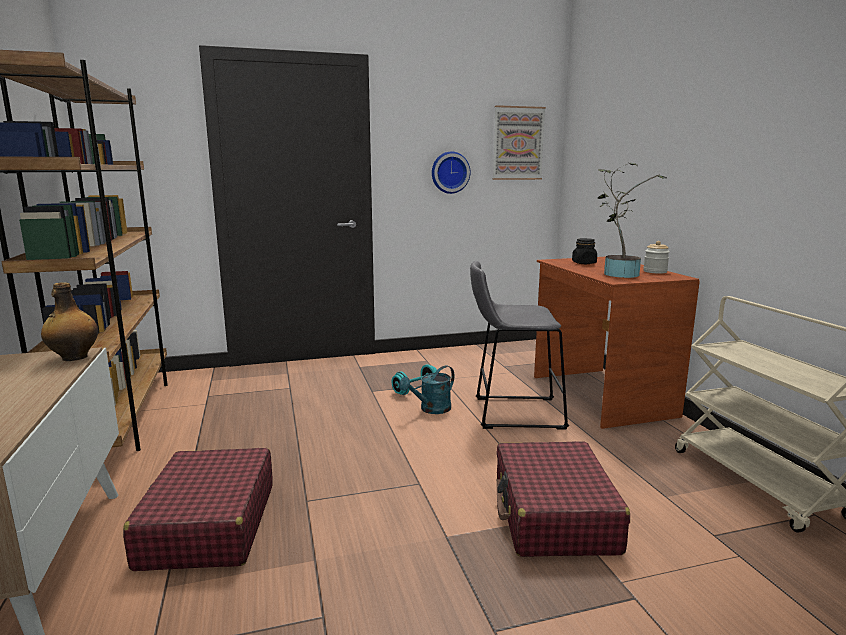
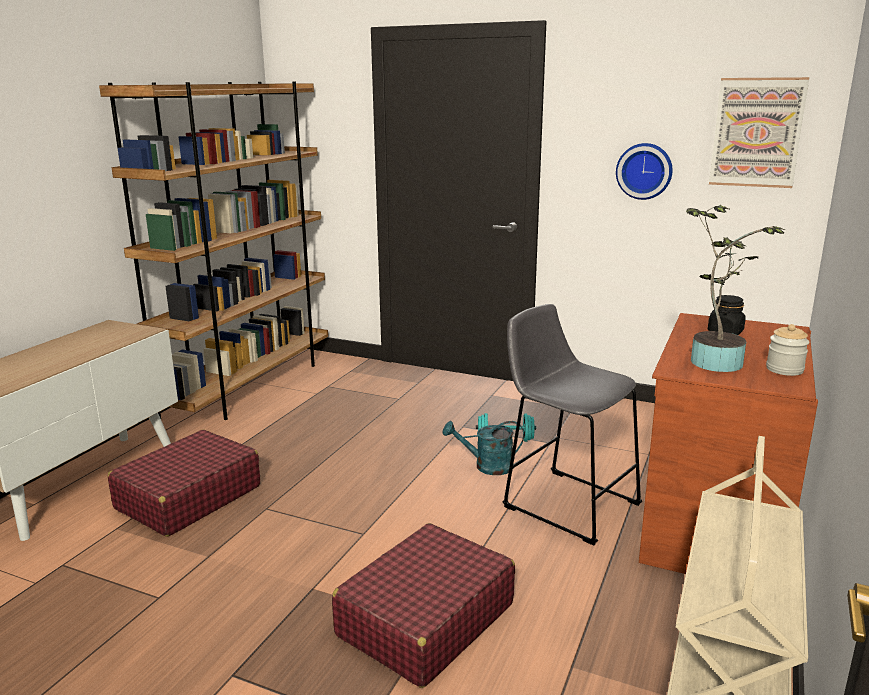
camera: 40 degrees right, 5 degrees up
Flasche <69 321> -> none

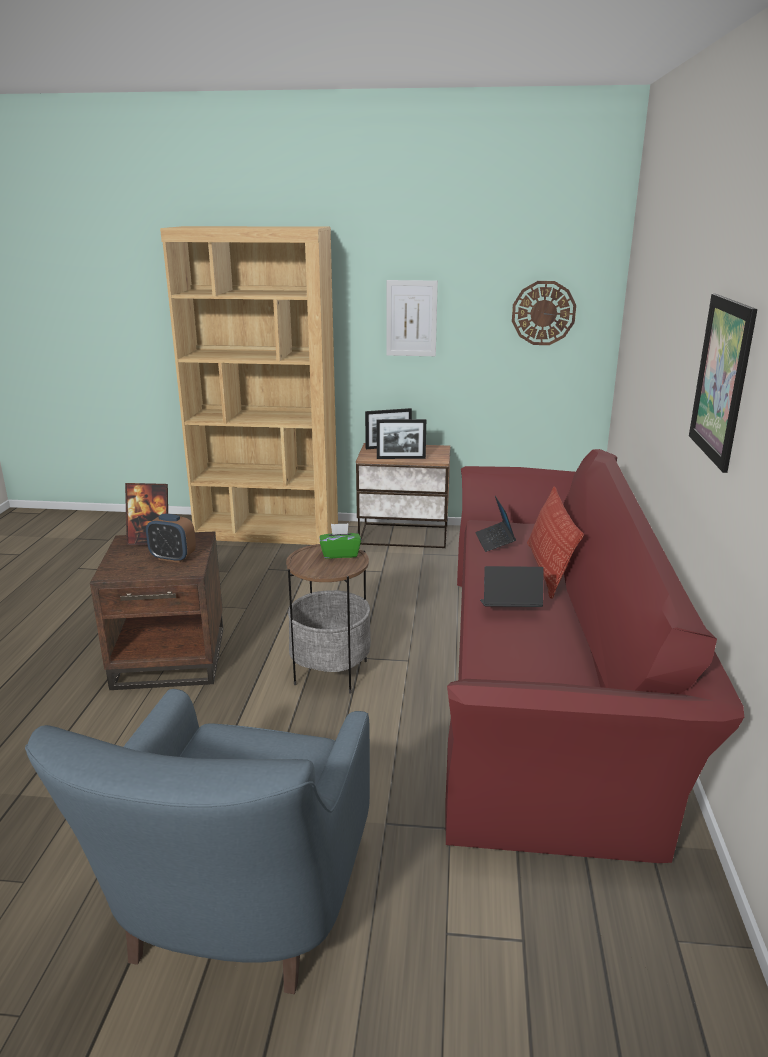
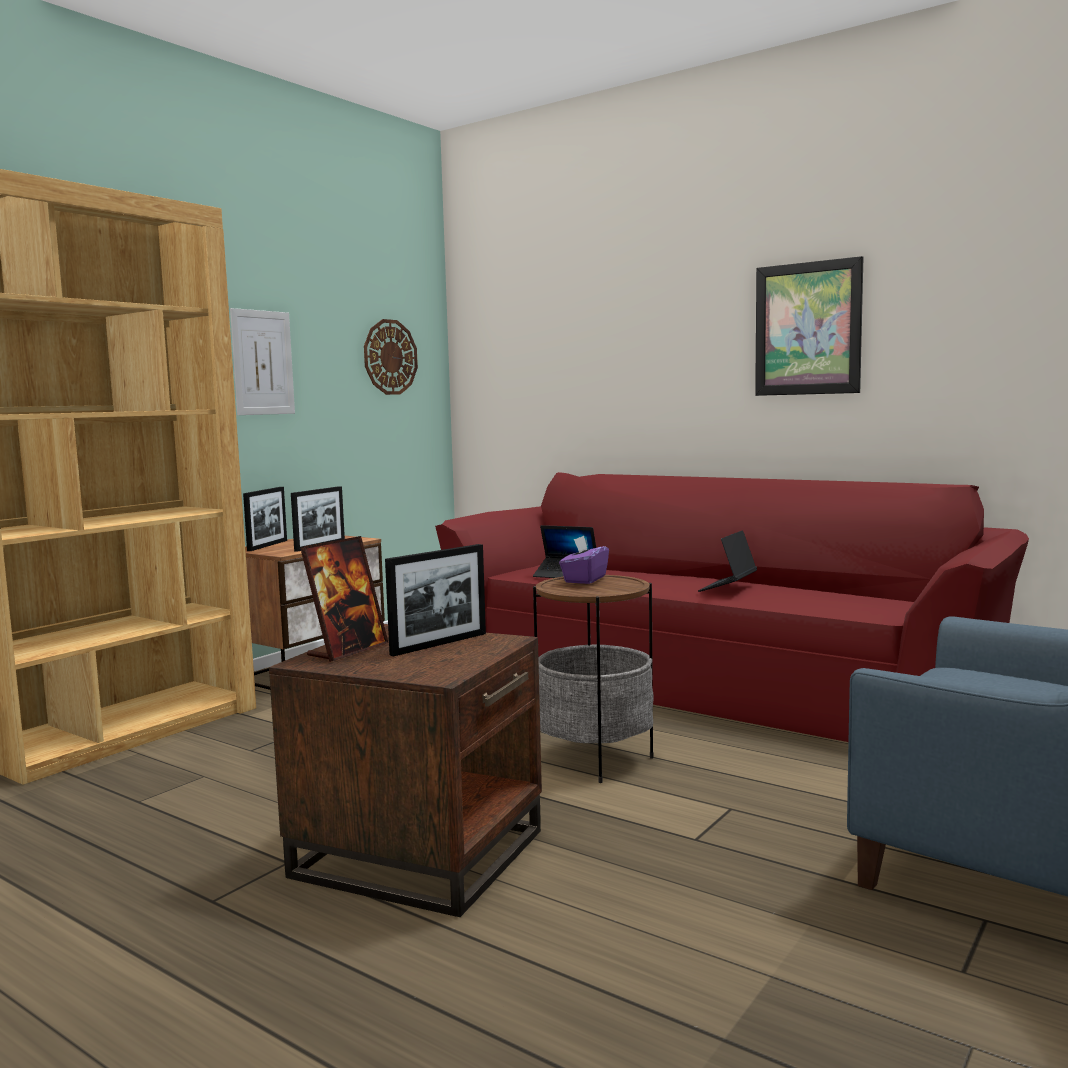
camera: 60 degrees left, 15 degrees down
Wecker <171 538> -> Bilderrahmen <435 600>
Taschentuchbox [grün] <340 541> -> Taschentuchbox [lila] <584 560>
Kissen <555 542> -> none

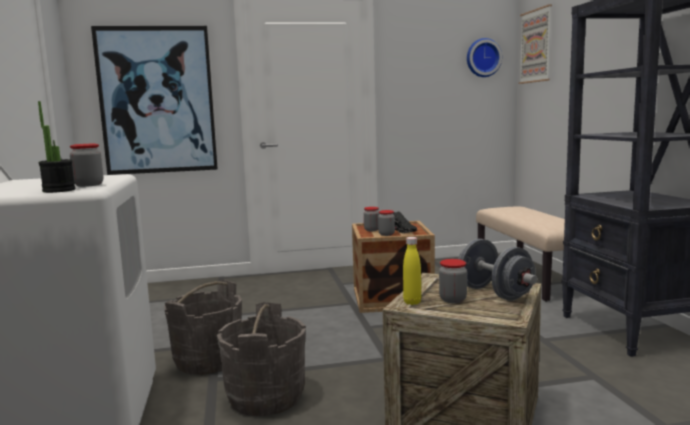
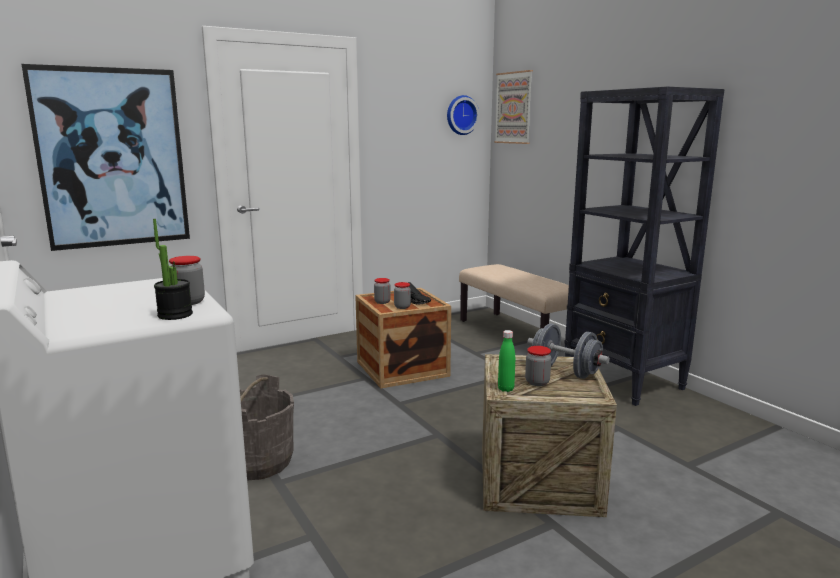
camera: 20 degrees left, 5 degrees up
Flasche [gelb] <412 271> -> Flasche [grün] <506 361>
Eimer [grau] <261 359> -> none

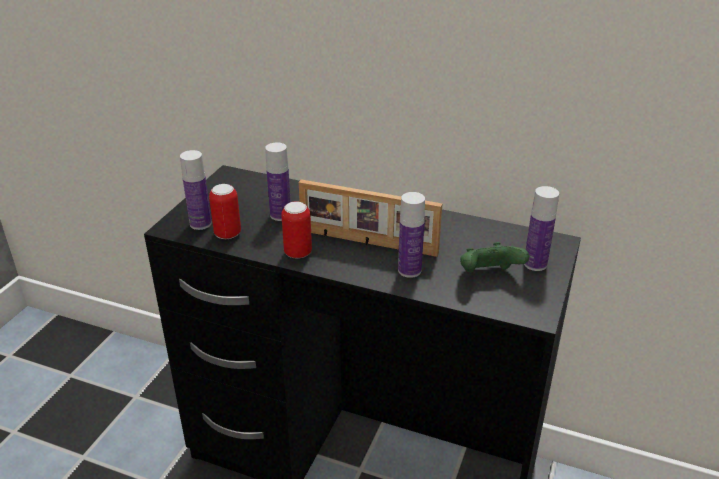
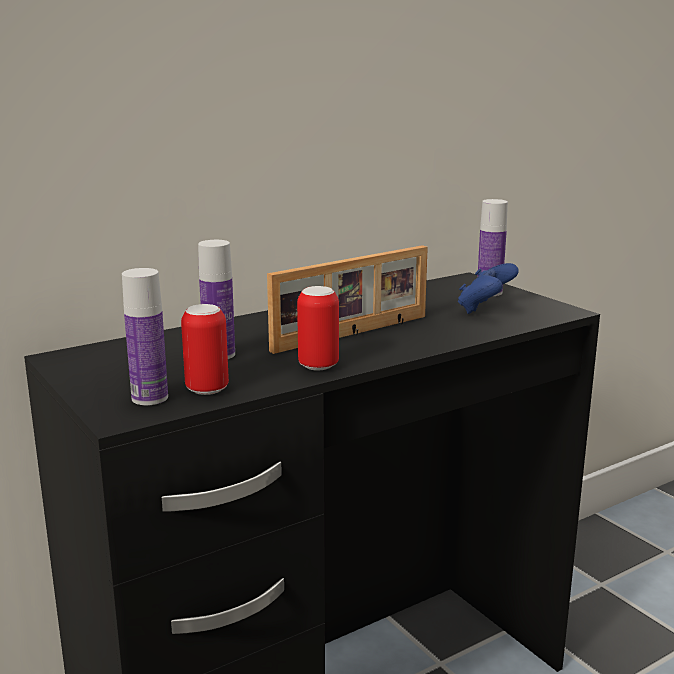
camera: 55 degrees left, 15 degrees down
Gamepad [grün] <494 257> -> Gamepad [blau] <488 288>
Flasche <411 235> -> none

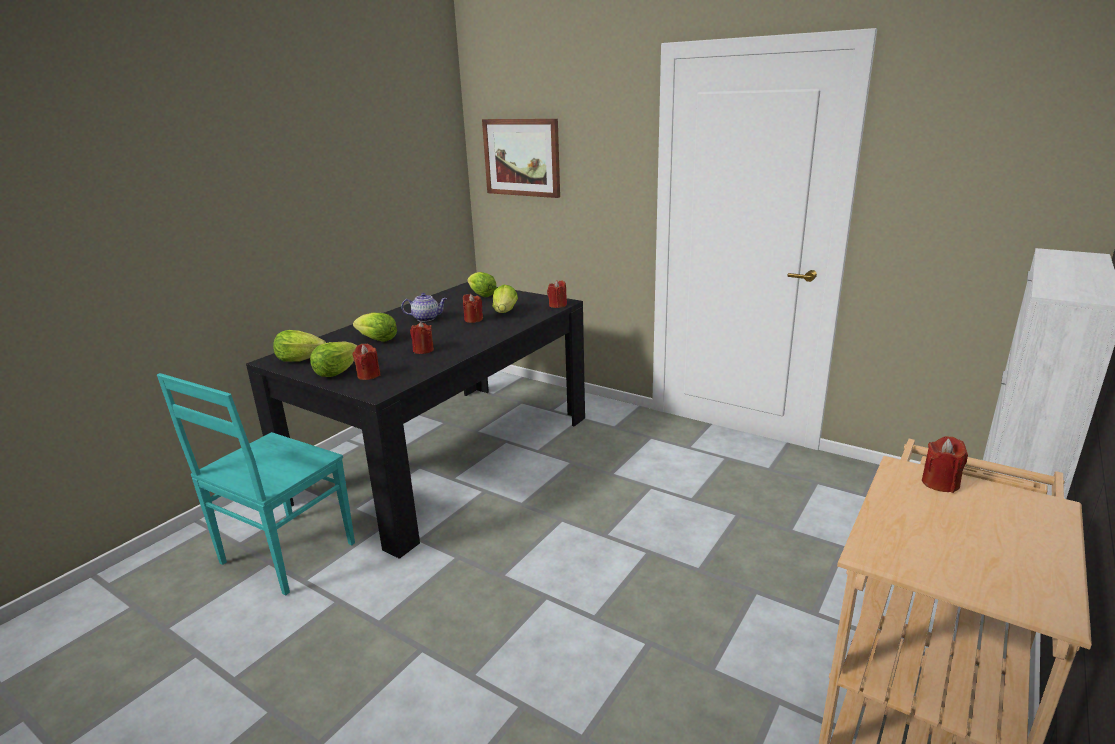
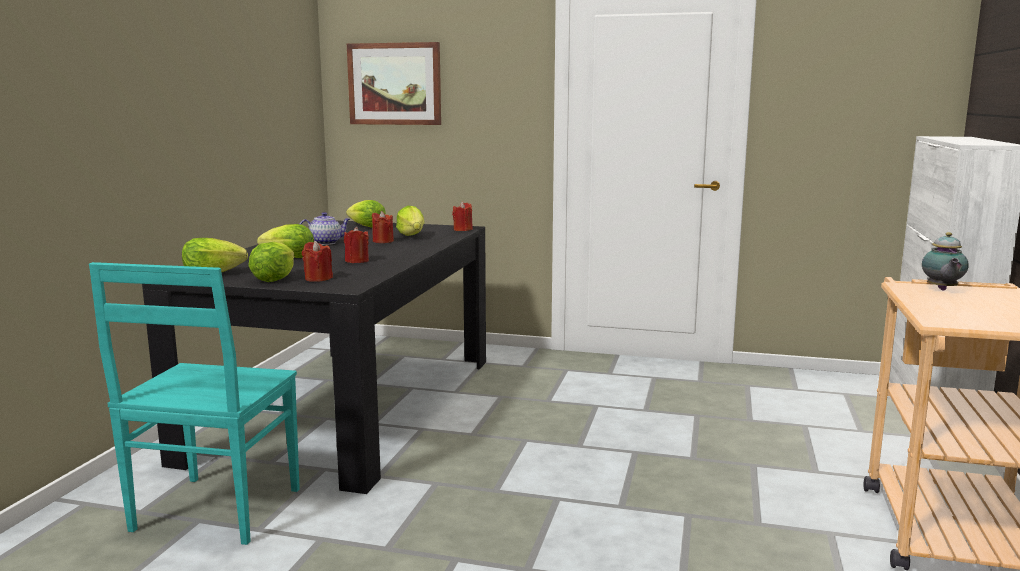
camera: 20 degrees left, 10 degrees down
Kerze [rot] <945 464> -> Teekanne <945 261>

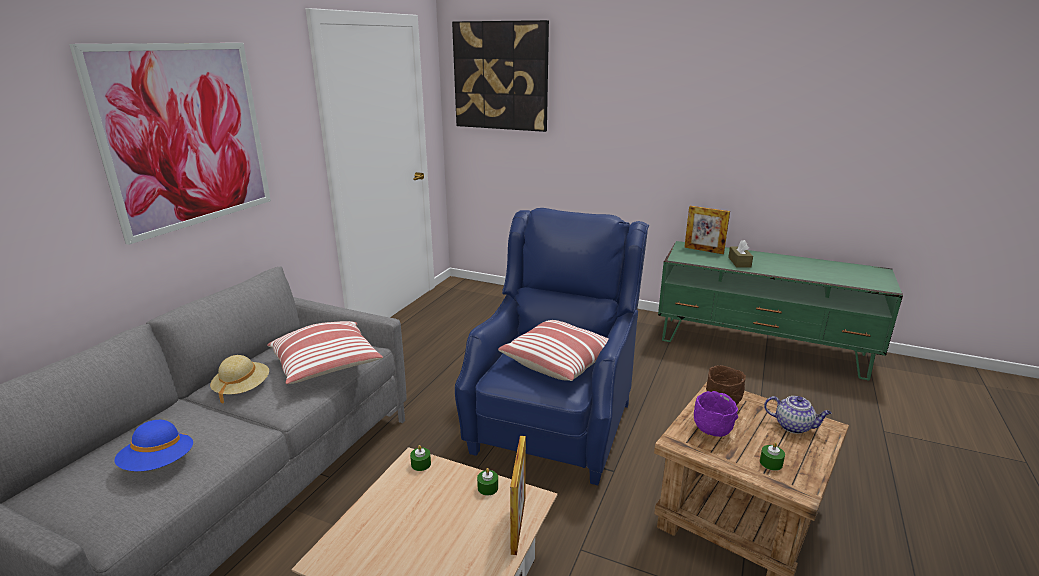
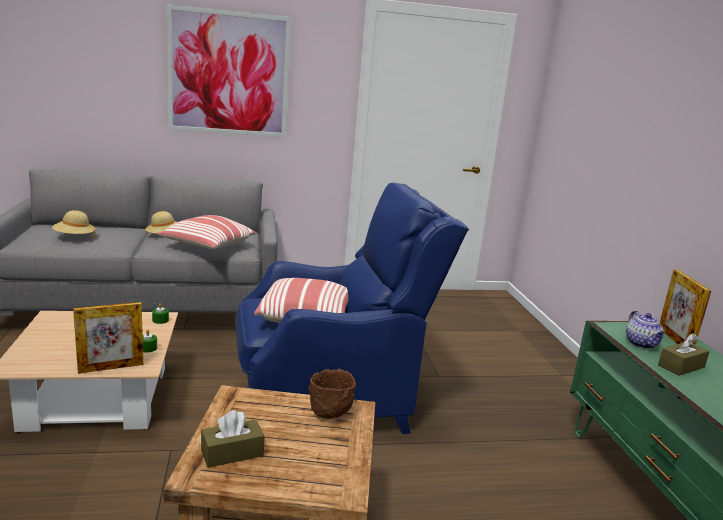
camera: 55 degrees right, 5 degrees down
Hut [blau] <153 445> -> Hut [beige] <74 224>
Kerze [grün] <772 456> -> Taschentuchbox [braun] <232 439>
Teekanne <797 415> -> Teekanne <645 330>, relocated
Bild <500 76> -> none
Schüssel [lila] <716 414> -> none

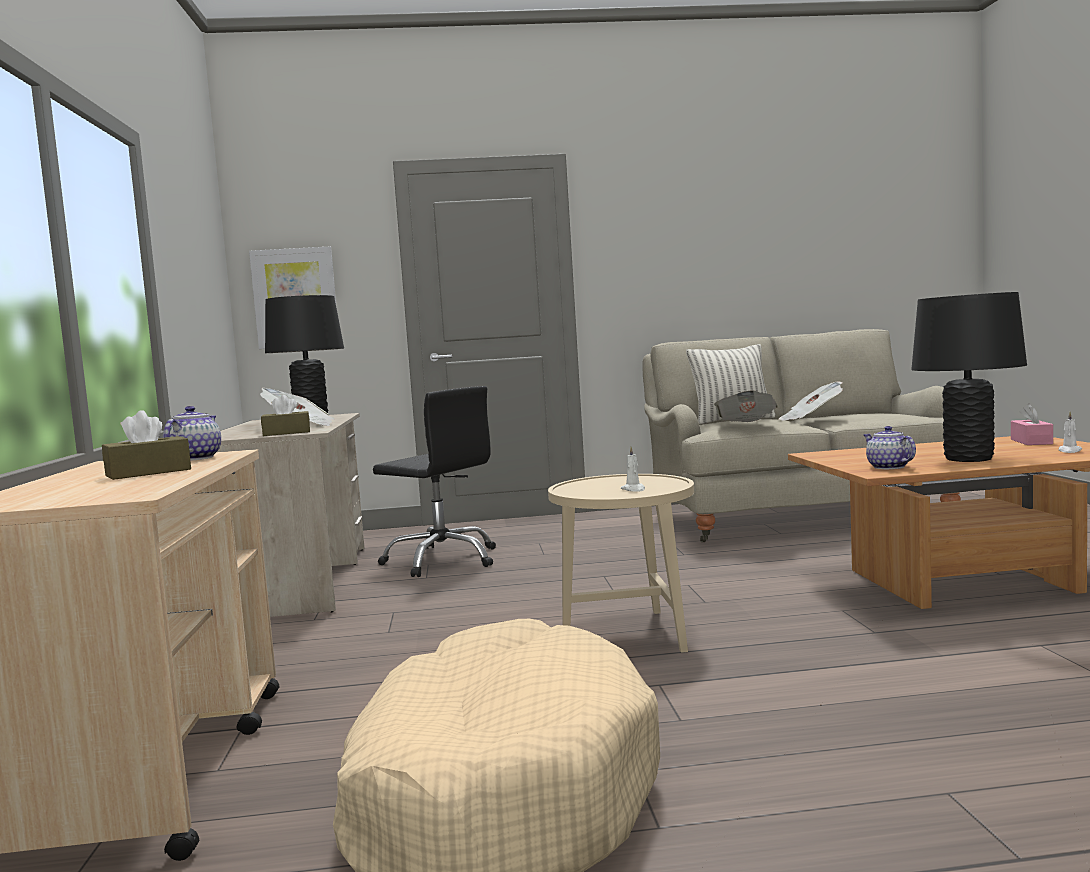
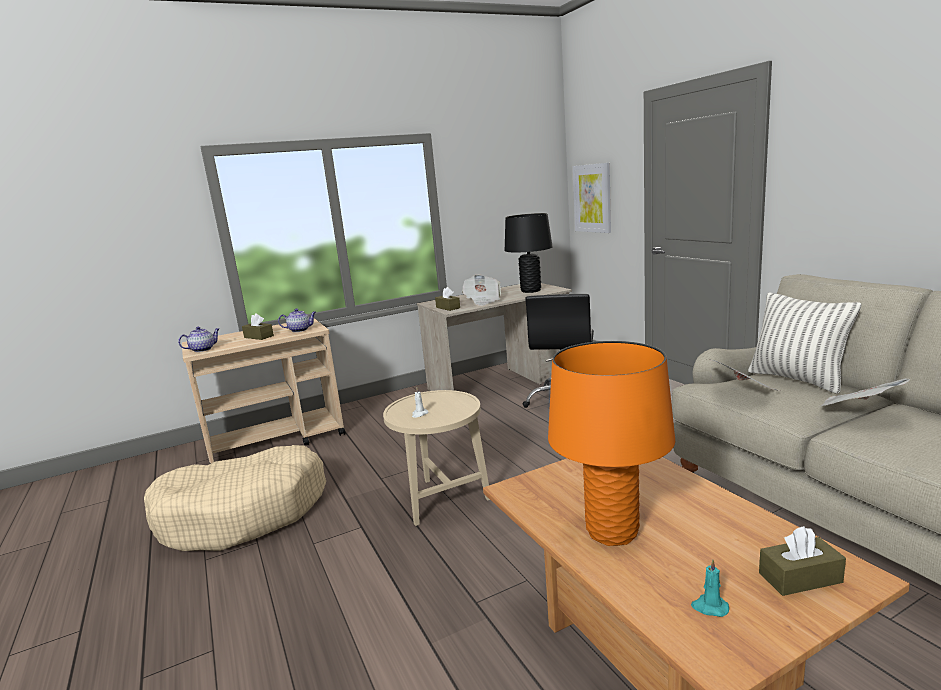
camera: 70 degrees right, 10 degrees up
Teekanne <889 447> -> Teekanne <199 339>, relocated
Tischlampe [schwarz] <969 377> -> Tischlampe [orange] <611 443>
Kerze [weiß] <1070 432> -> Kerze [türkis] <710 588>
Taschentuchbox [rosa] <1032 424> -> Taschentuchbox [braun] <802 561>

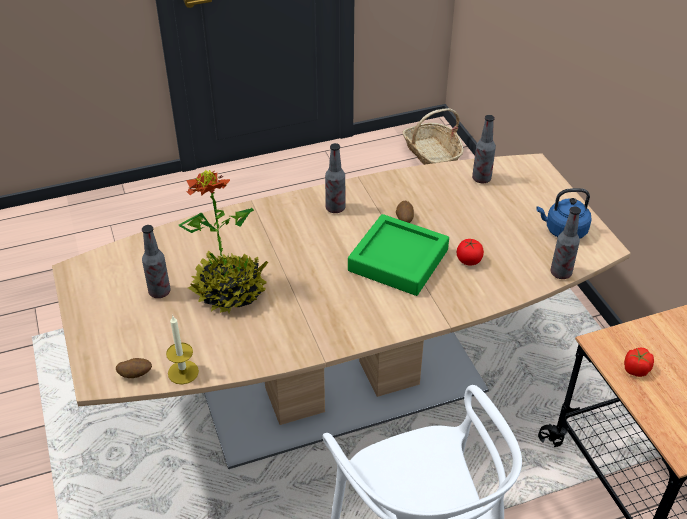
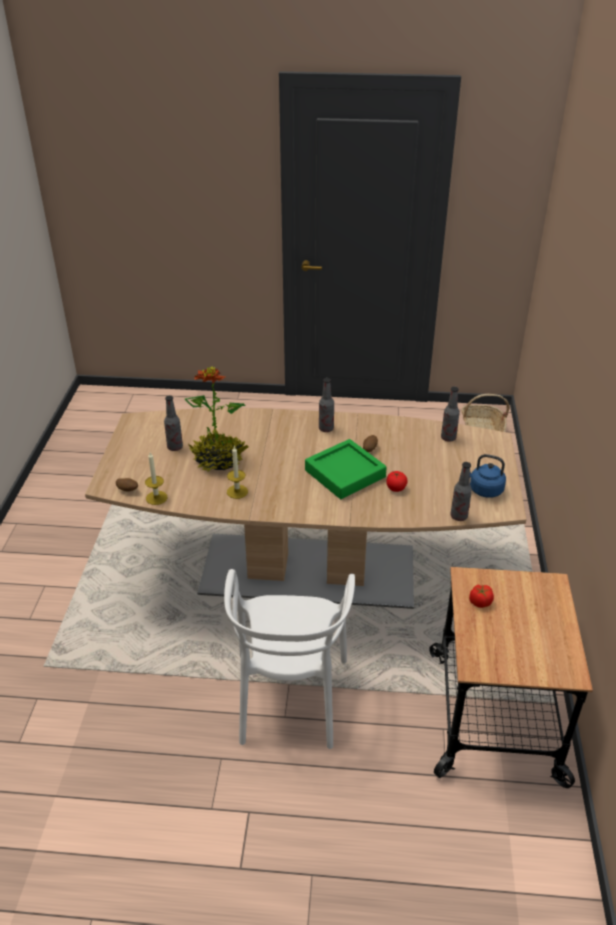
camera: 25 degrees right, 5 degrees down
none -> Kerze <237 472>

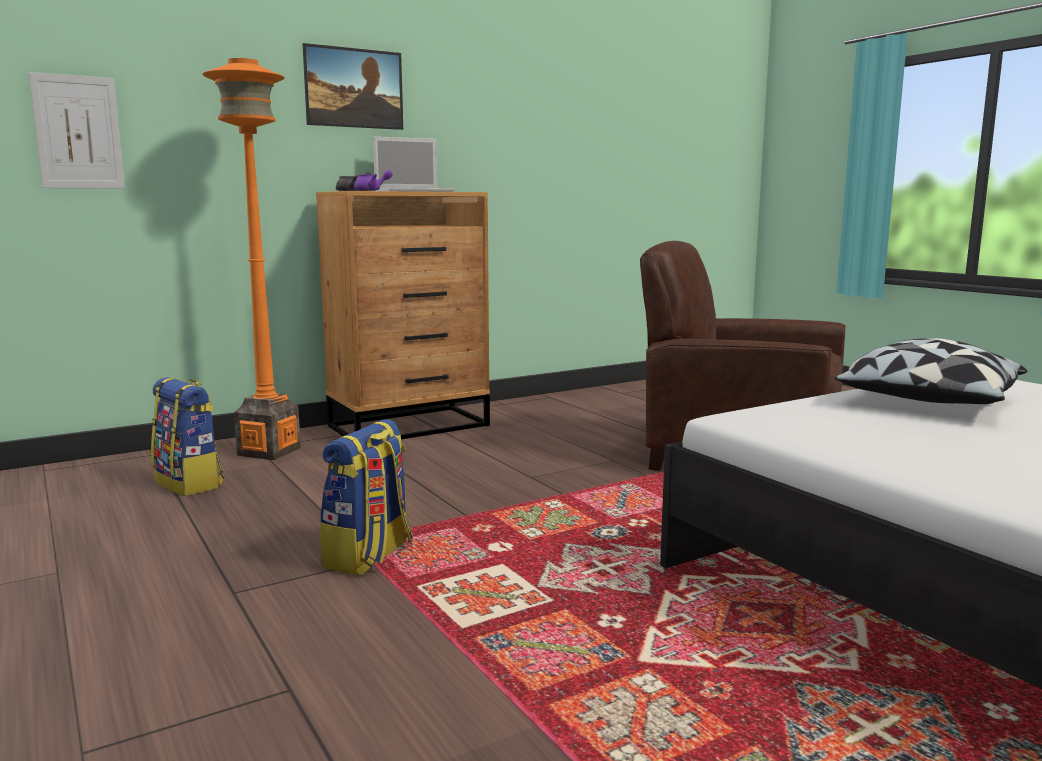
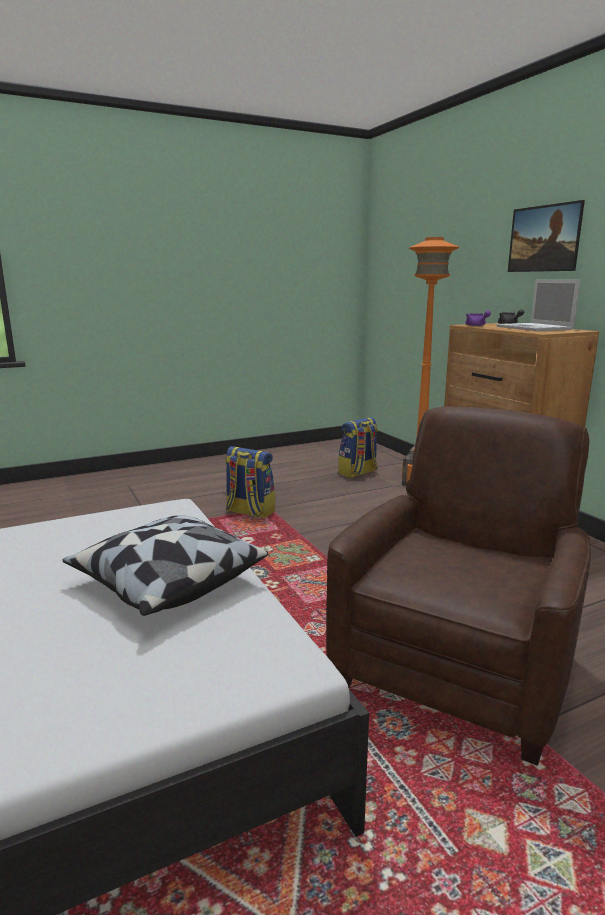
camera: 95 degrees right, 5 degrees up
Bild <77 130> -> none

